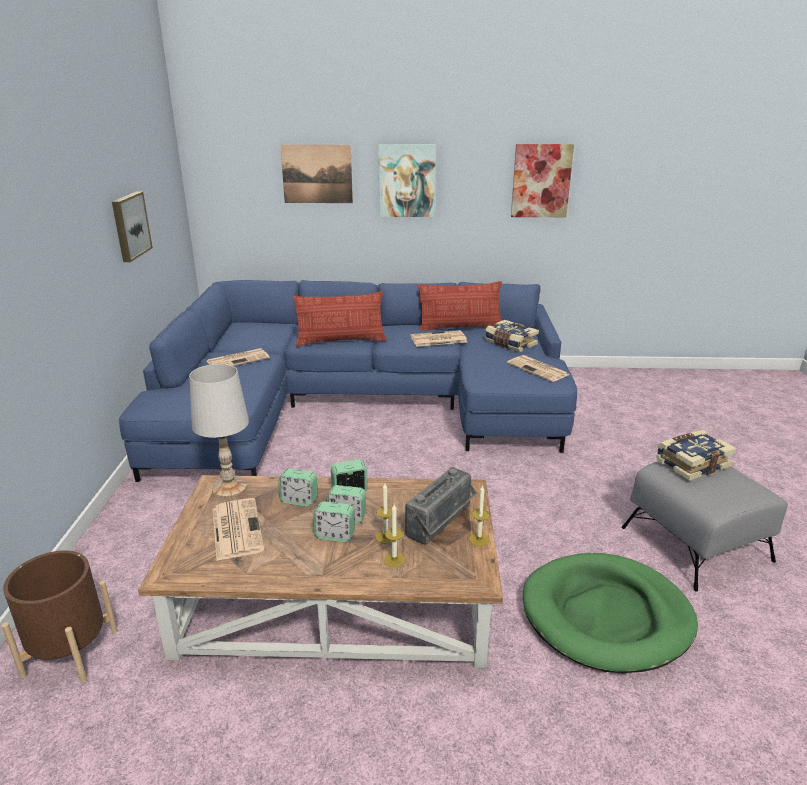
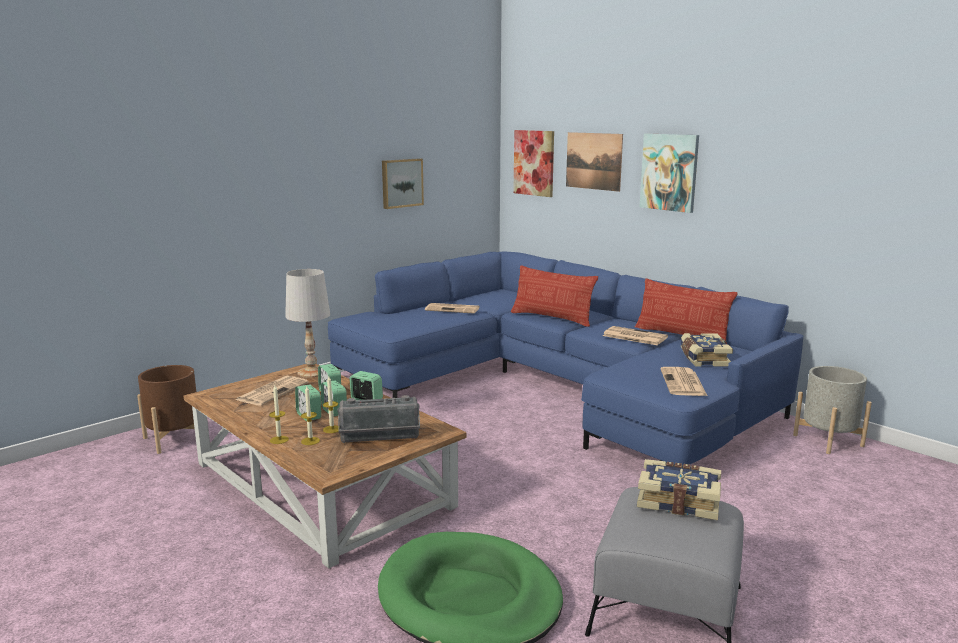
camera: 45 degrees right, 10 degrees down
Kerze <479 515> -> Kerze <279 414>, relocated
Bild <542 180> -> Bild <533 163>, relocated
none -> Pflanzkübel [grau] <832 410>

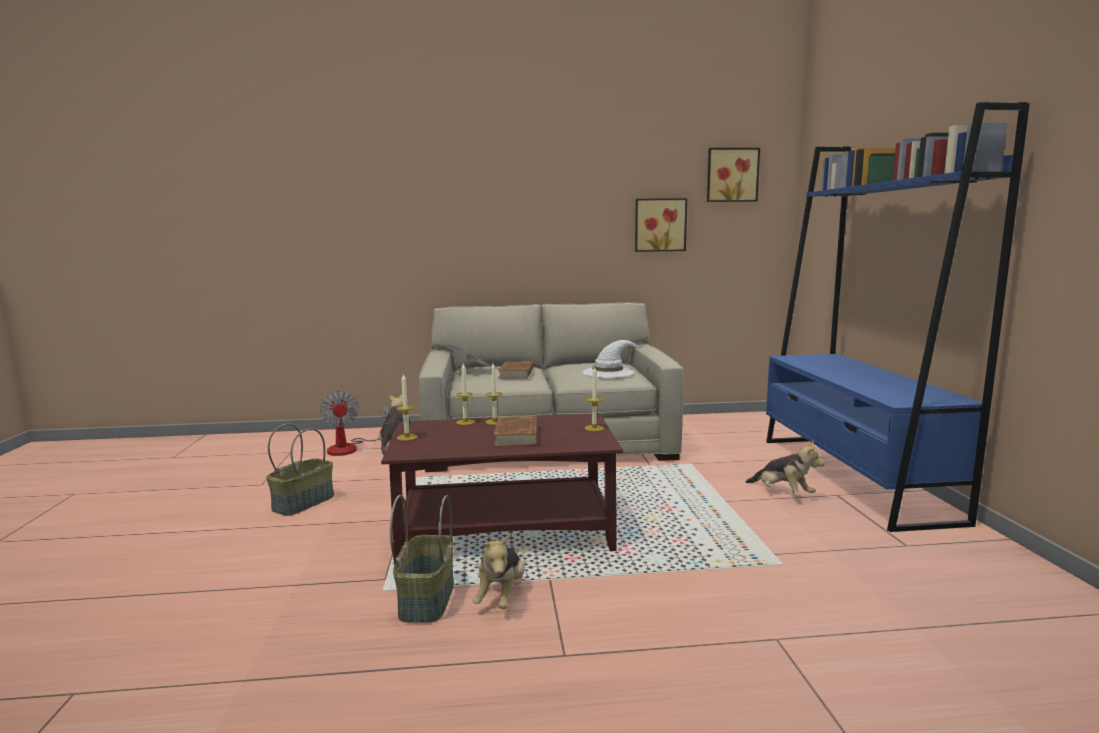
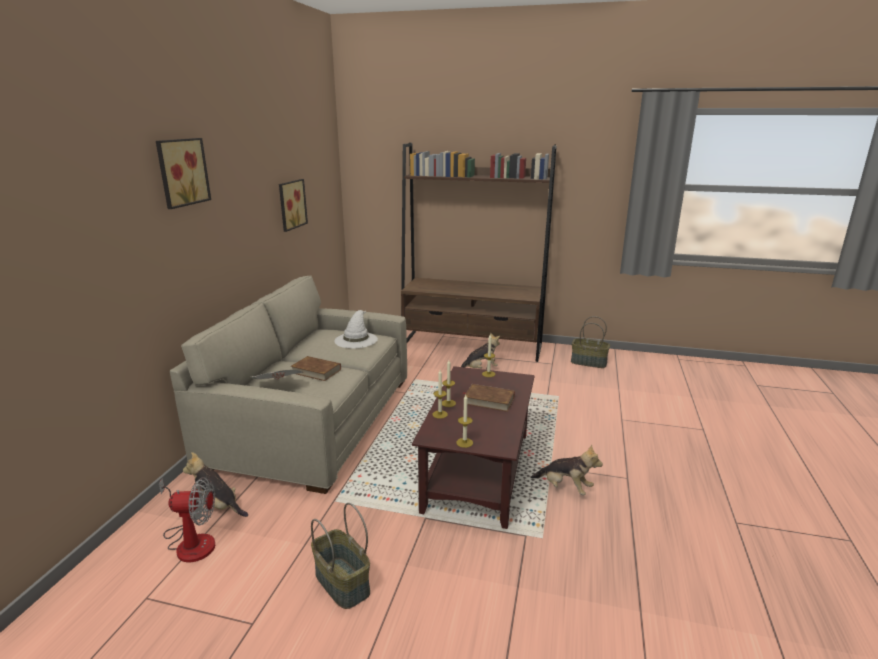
camera: 70 degrees left, 10 degrees up
Bild <733 175> -> Bild <183 173>, relocated
Bücherregal [blau] <898 317> -> Bücherregal [braun] <479 252>
Korb <422 559> -> Korb <590 342>, relocated

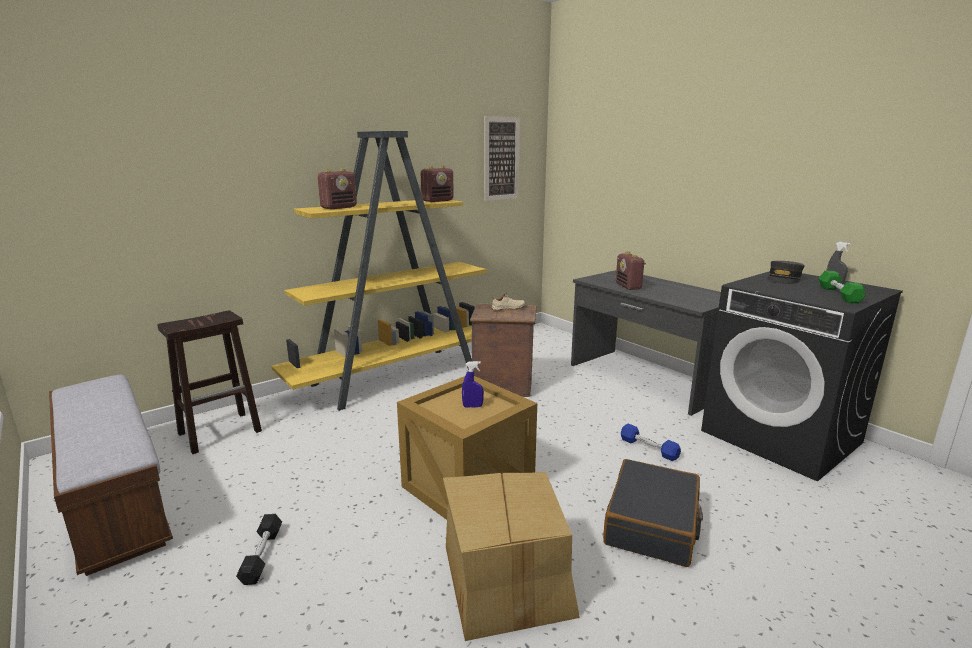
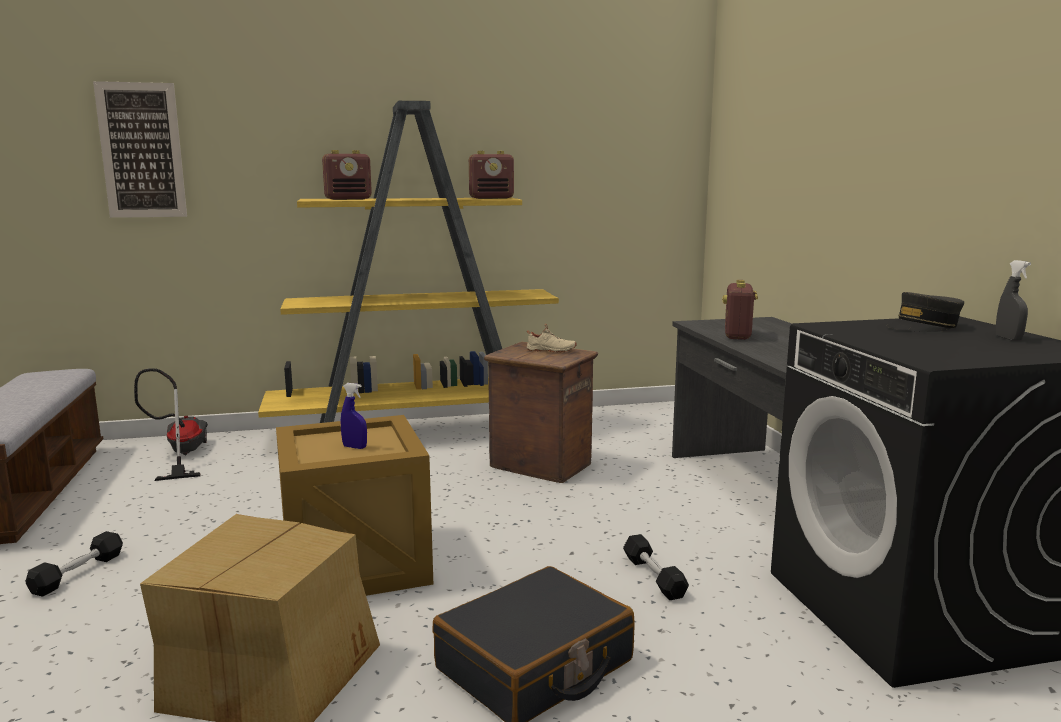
camera: 25 degrees right, 5 degrees down
Bild <502 158> -> Bild <140 149>, relocated
Hocker [braun] <209 382> -> Staubsauger <171 424>
Hantel [blau] <651 442> -> Hantel [schwarz] <656 567>
Hantel [grün] <842 287> -> none

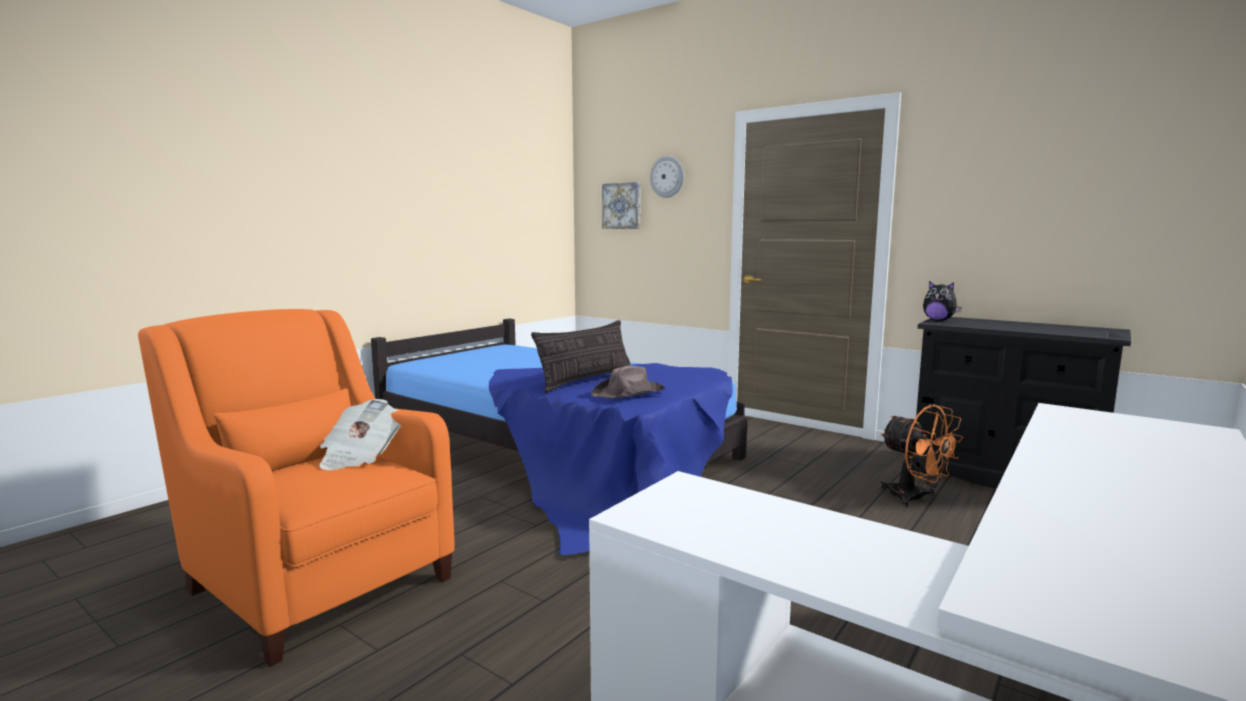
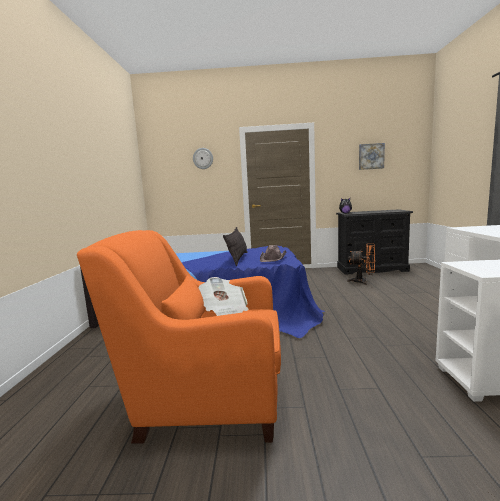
camera: 35 degrees left, 0 degrees up
Bild <621 205> -> Bild <372 156>, relocated

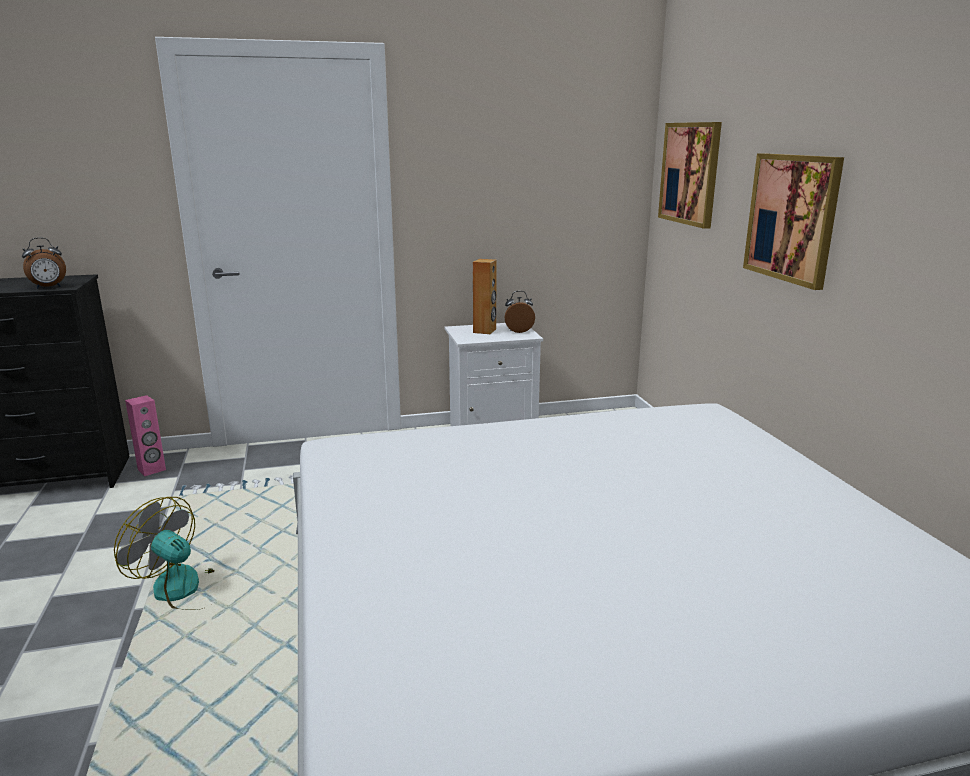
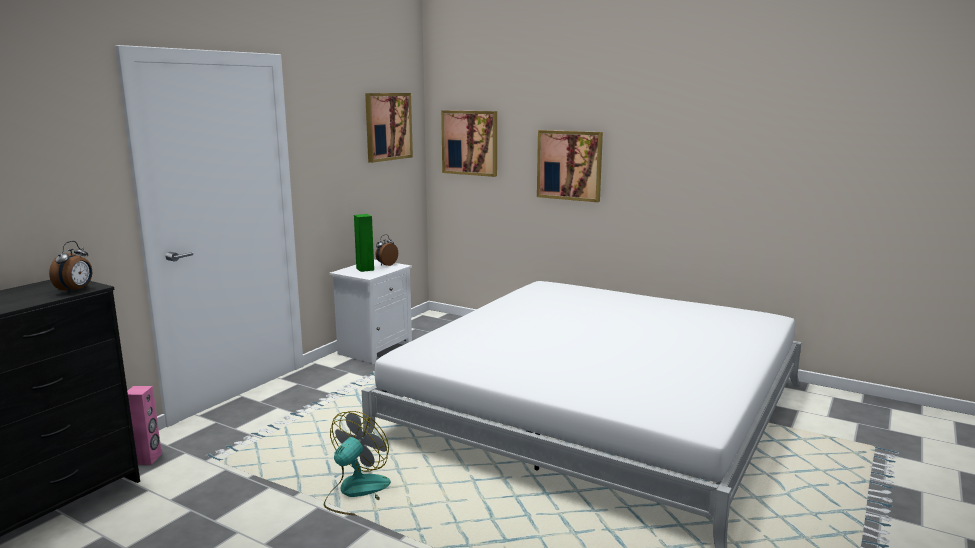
camera: 45 degrees left, 5 degrees down
Ventilator <168 553> -> Ventilator <357 463>, 135 degrees clockwise
Lautsprecher [braun] <485 296> -> Lautsprecher [grün] <364 243>
none -> Bild <389 128>

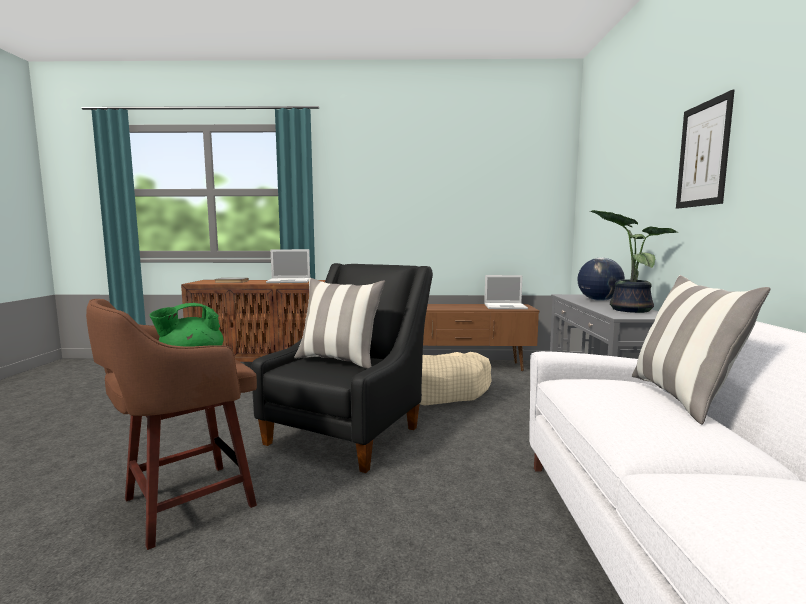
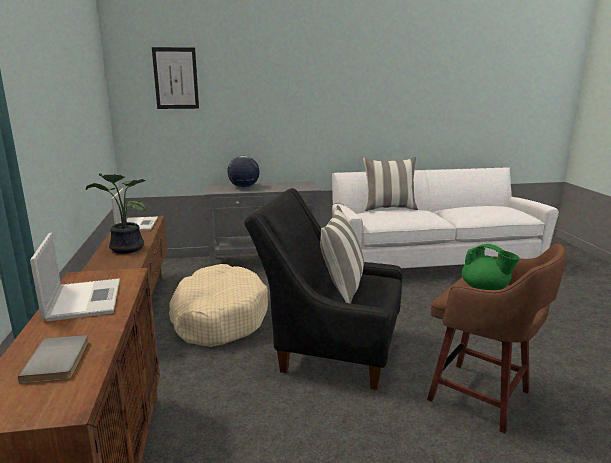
camera: 100 degrees left, 10 degrees up
Topfpflanze <633 261> -> Topfpflanze <118 213>, relocated
Bild <705 149> -> Bild <175 78>, relocated

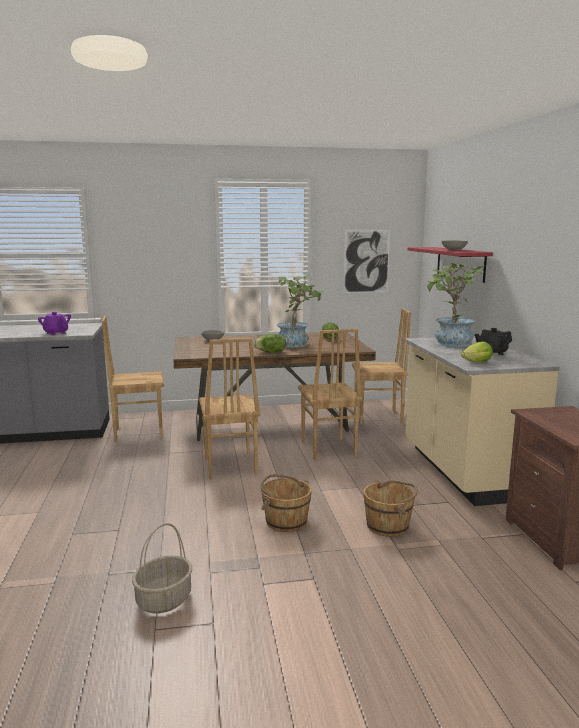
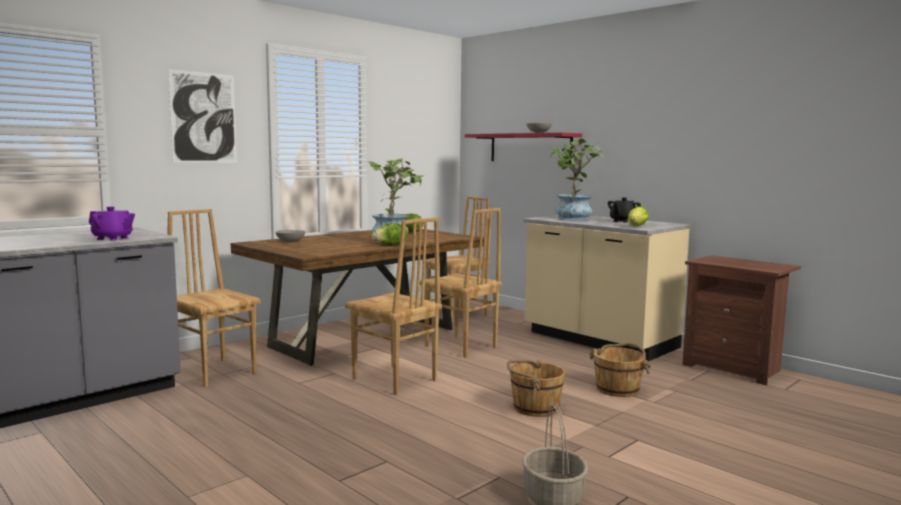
camera: 35 degrees left, 5 degrees down
Stuhl [braun] <133 378> -> Stuhl [braun] <213 298>, 90 degrees clockwise
Bild <366 261> -> Bild <202 116>, relocated

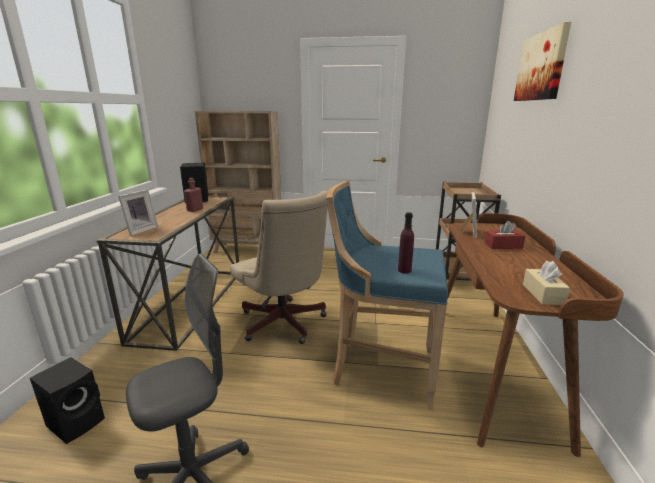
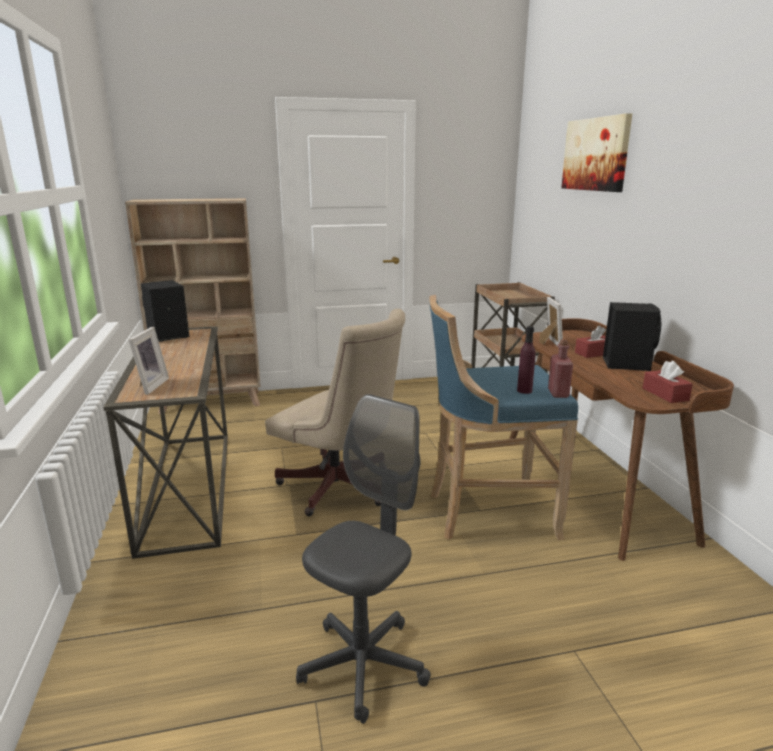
camera: 20 degrees left, 0 degrees up
Flasche [rot] <193 195> -> Flasche [rot] <560 368>, relocated
Lautsprecher [schwarz] <67 400> -> Lautsprecher [schwarz] <632 336>, relocated
Taschentuchbox [beige] <546 283> -> Taschentuchbox [rot] <668 381>

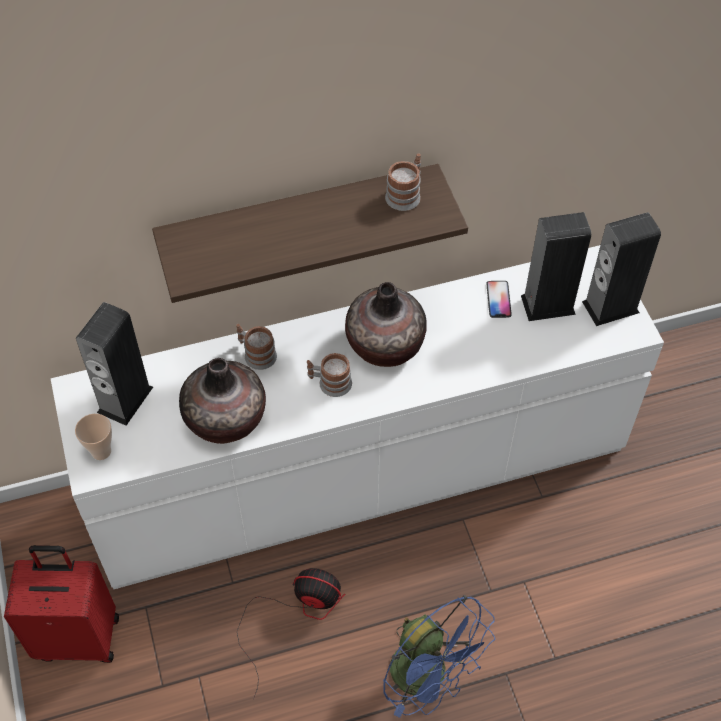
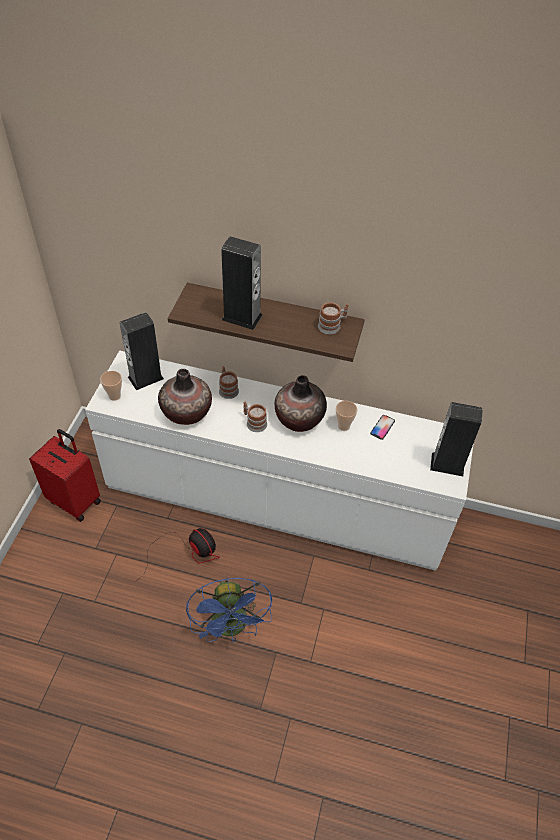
camera: 30 degrees right, 5 degrees down
Lautsprecher <556 266> -> Lautsprecher <242 283>, relocated
none -> Tasse <346 416>

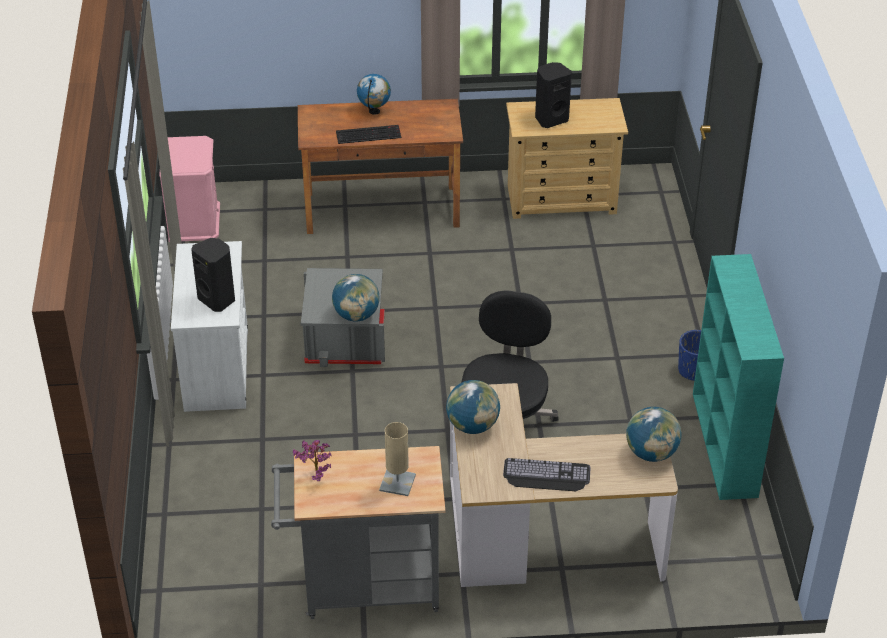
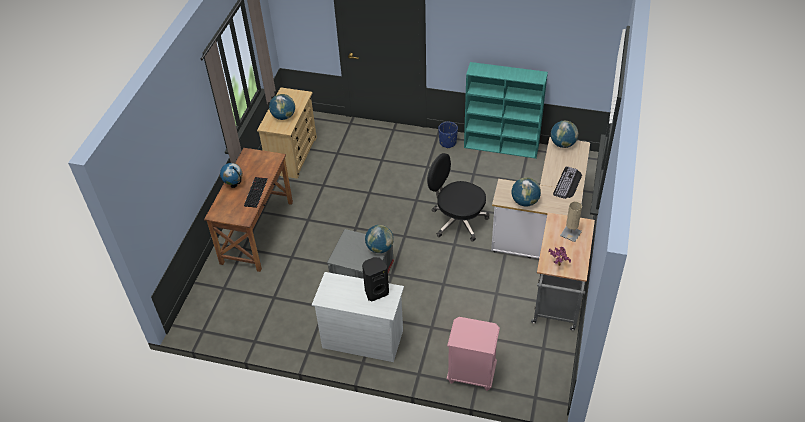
camera: 70 degrees left, 5 degrees up
Lautsprecher [schwarz] <553 95> -> Globus <282 107>
Nachttisch [rosa] <190 189> -> Nachttisch [rosa] <473 354>, relocated

